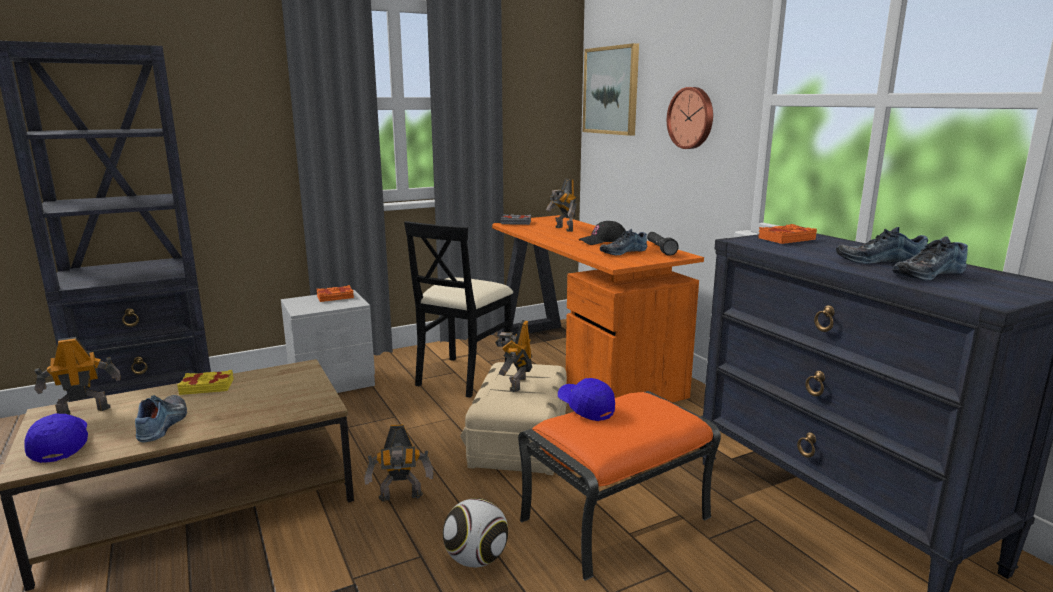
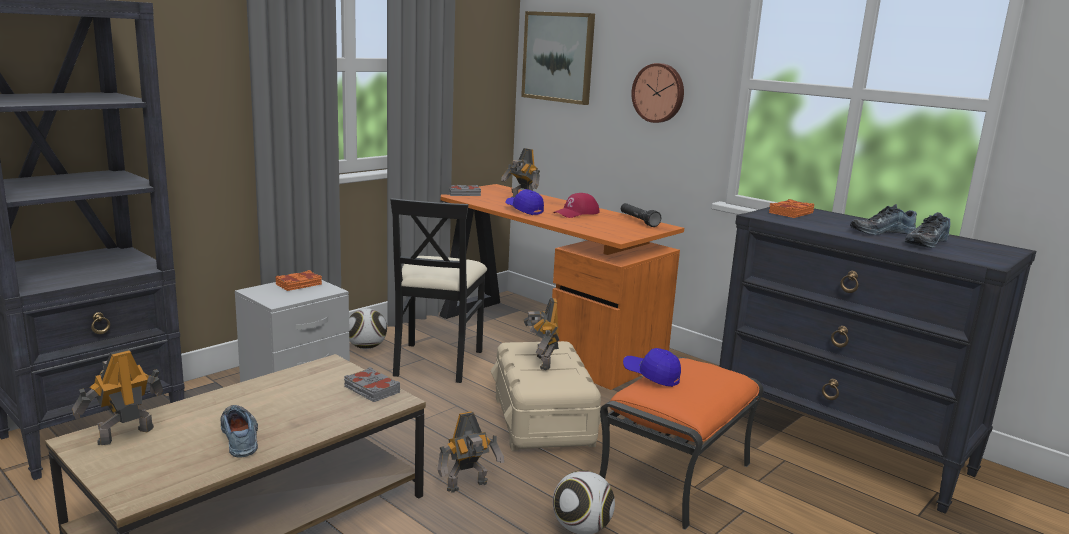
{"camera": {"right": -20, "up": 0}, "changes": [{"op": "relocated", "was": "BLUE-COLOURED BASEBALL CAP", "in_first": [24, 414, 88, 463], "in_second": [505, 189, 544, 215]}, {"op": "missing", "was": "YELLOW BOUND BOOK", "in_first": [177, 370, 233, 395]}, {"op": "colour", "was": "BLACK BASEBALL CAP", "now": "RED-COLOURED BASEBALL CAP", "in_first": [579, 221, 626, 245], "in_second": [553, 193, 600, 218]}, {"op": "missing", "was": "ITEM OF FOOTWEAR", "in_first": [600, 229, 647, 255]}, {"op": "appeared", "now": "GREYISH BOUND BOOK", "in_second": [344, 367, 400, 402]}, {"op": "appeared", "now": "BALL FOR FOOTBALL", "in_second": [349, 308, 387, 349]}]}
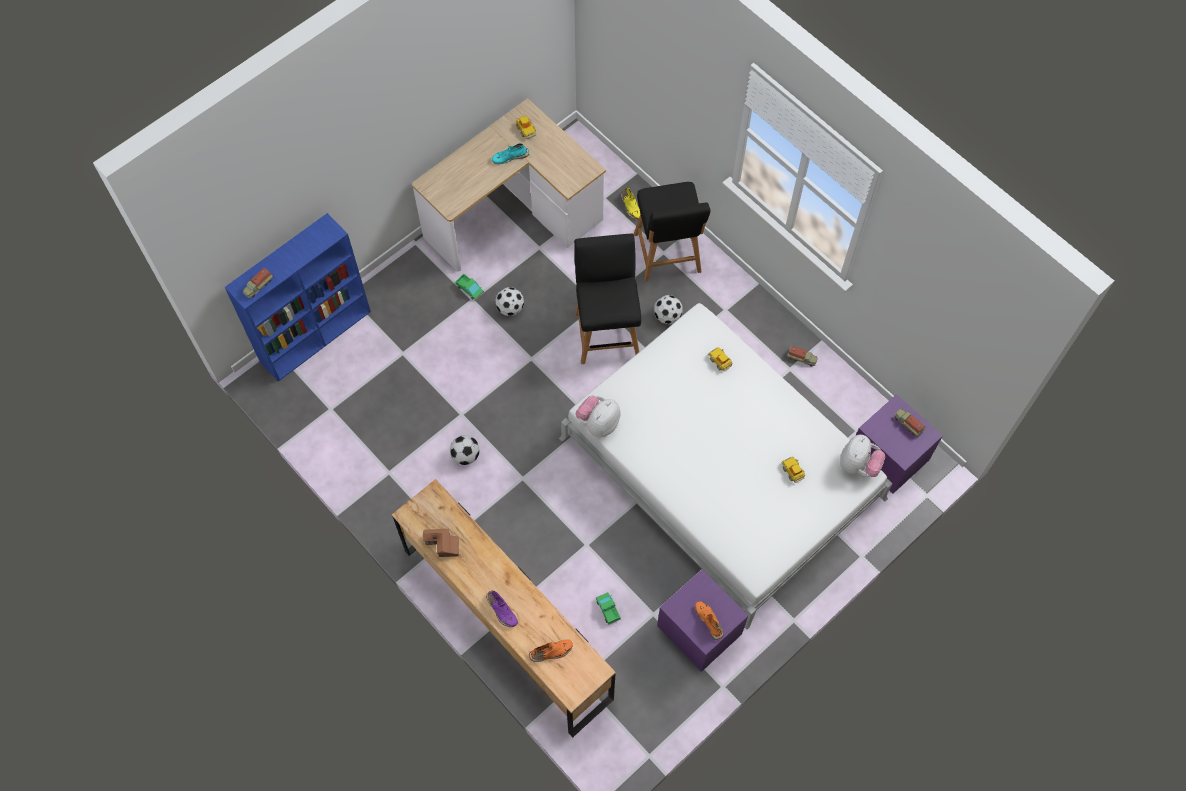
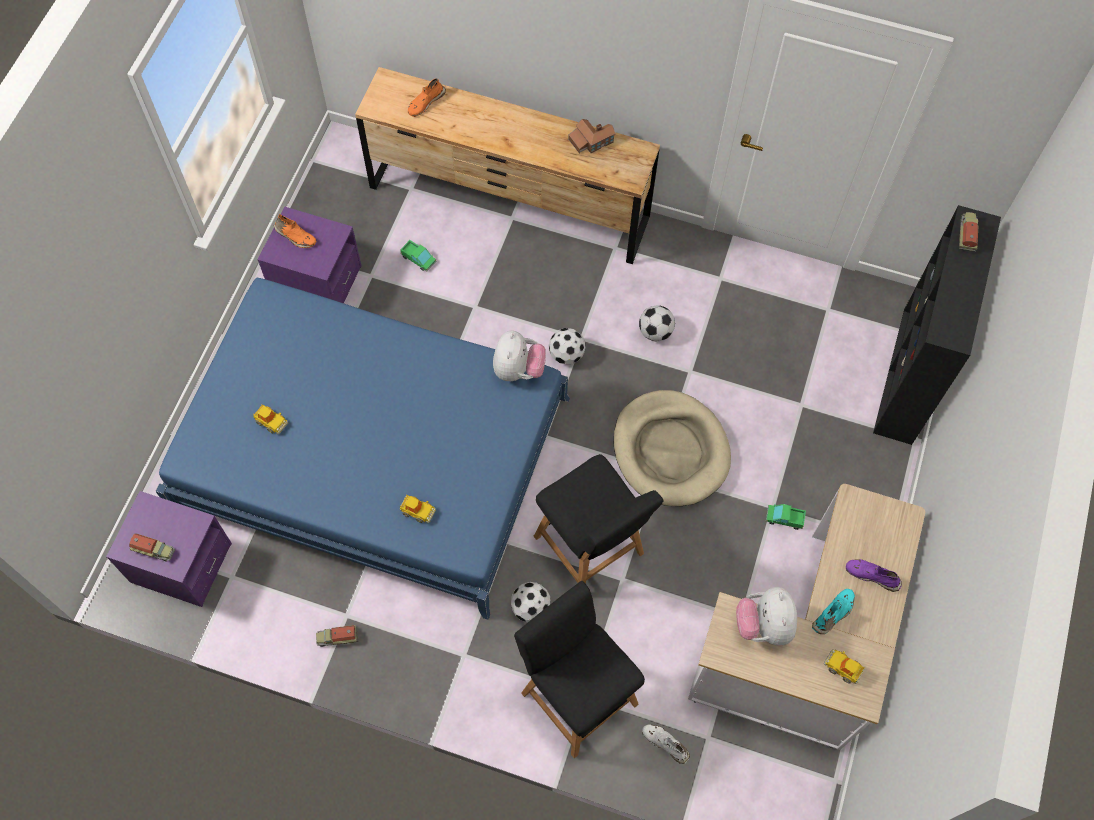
{"camera": {"right": 150, "up": 0}, "changes": [{"op": "colour", "was": "BLUE-COLOURED BOOKCASE", "now": "BLACK BOOKCASE", "in_first": [225, 213, 371, 382], "in_second": [873, 205, 1001, 445]}, {"op": "relocated", "was": "PURPLE-COLOURED ITEM OF FOOTWEAR", "in_first": [487, 590, 518, 627], "in_second": [846, 559, 902, 592]}, {"op": "relocated", "was": "BALL FOR FOOTBALL", "in_first": [495, 287, 524, 316], "in_second": [549, 328, 586, 364]}, {"op": "colour", "was": "WHITE-COLOURED BED", "now": "BLUE-COLOURED BED", "in_first": [559, 303, 893, 629], "in_second": [155, 278, 570, 620]}, {"op": "colour", "was": "YELLOW ITEM OF FOOTWEAR", "now": "WHITE-COLOURED ITEM OF FOOTWEAR", "in_first": [621, 187, 640, 219], "in_second": [642, 724, 690, 764]}, {"op": "relocated", "was": "PLUSH TOY", "in_first": [840, 435, 885, 477], "in_second": [736, 587, 797, 646]}, {"op": "appeared", "now": "SAND-COLOURED DOG CUSHION", "in_second": [614, 390, 731, 506]}]}
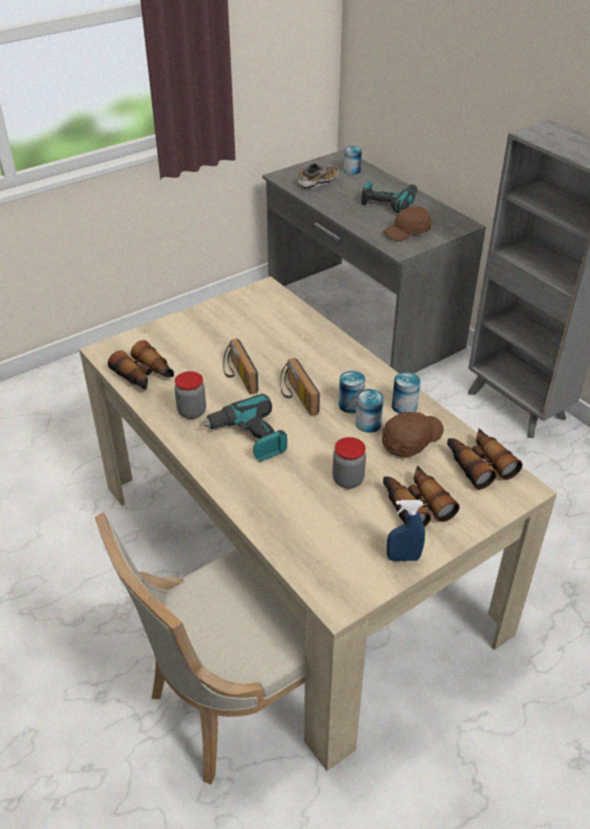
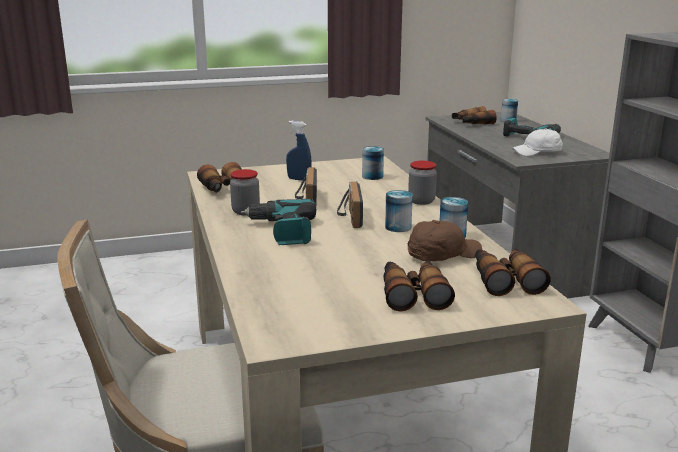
{"camera": {"right": 20, "up": -20}, "changes": [{"op": "exchanged", "was": "ITEM OF FOOTWEAR", "now": "PAIR OF BINOCULARS", "in_first": [298, 163, 339, 189], "in_second": [452, 106, 497, 124]}, {"op": "relocated", "was": "PRESERVE JAR", "in_first": [333, 437, 366, 489], "in_second": [408, 161, 437, 205]}, {"op": "relocated", "was": "SEALED CAN", "in_first": [355, 389, 384, 433], "in_second": [362, 146, 384, 180]}, {"op": "colour", "was": "BROWN-COLOURED BASEBALL CAP", "now": "WHITE-COLOURED BASEBALL CAP", "in_first": [383, 206, 432, 241], "in_second": [512, 128, 563, 156]}, {"op": "relocated", "was": "BLUE-COLOURED SPRAY BOTTLE", "in_first": [387, 500, 425, 561], "in_second": [286, 121, 312, 181]}]}
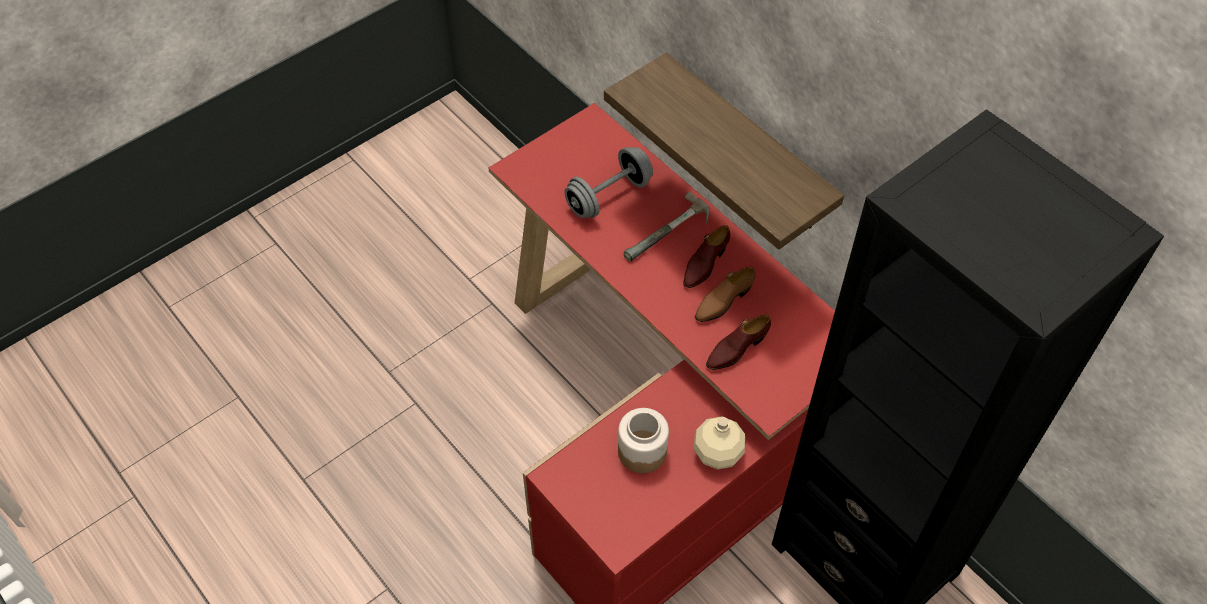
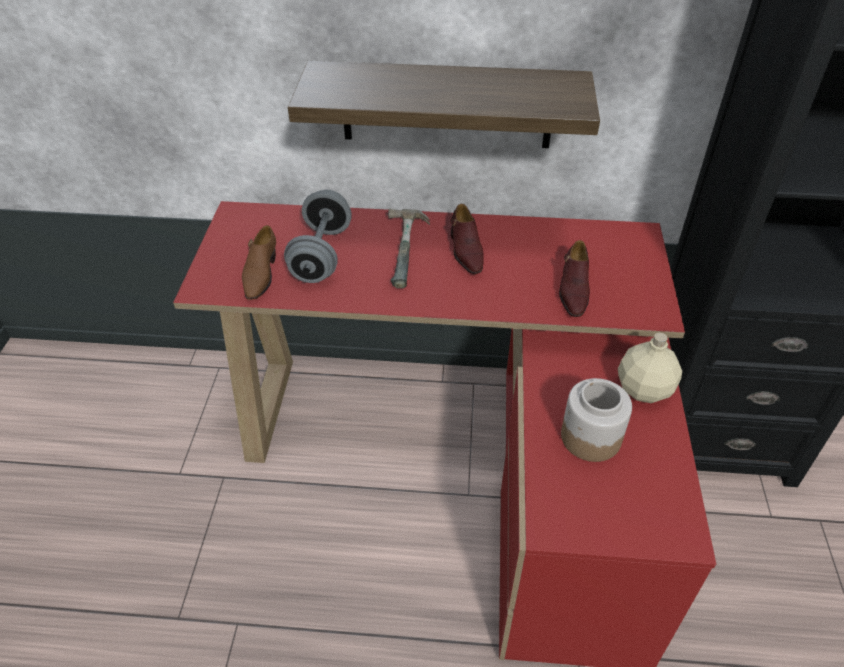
{"camera": {"right": -45, "up": -10}, "changes": [{"op": "relocated", "was": "BROWN-COLOURED ITEM OF FOOTWEAR", "in_first": [695, 267, 756, 322], "in_second": [242, 225, 276, 300]}]}
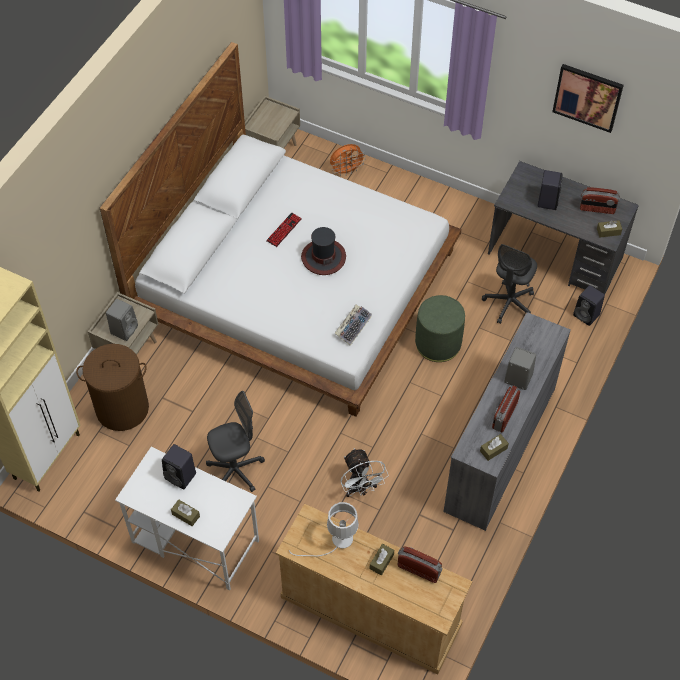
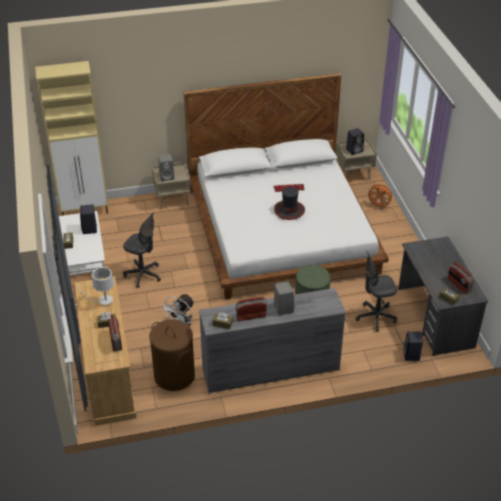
{"camera": {"right": 50, "up": -15}, "changes": [{"op": "relocated", "was": "BROWN-COLOURED WASHING BASKET", "in_first": [76, 344, 149, 431], "in_second": [149, 319, 195, 391]}, {"op": "missing", "was": "COMPUTER KEYBOARD", "in_first": [335, 304, 372, 346]}, {"op": "relocated", "was": "BLACK AUDIO SPEAKER", "in_first": [537, 170, 563, 210], "in_second": [346, 128, 364, 155]}, {"op": "missing", "was": "PICTURE", "in_first": [552, 64, 624, 133]}]}
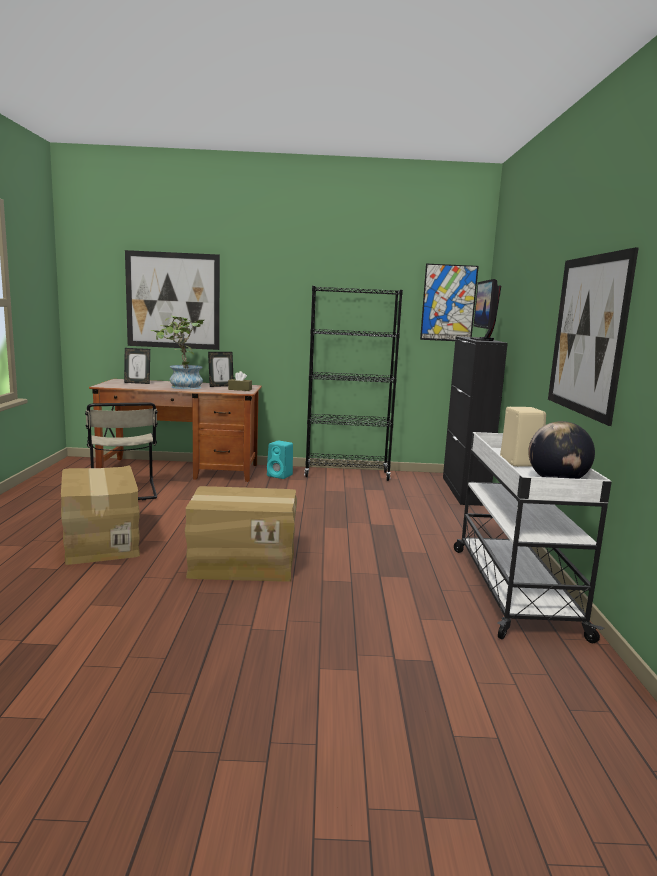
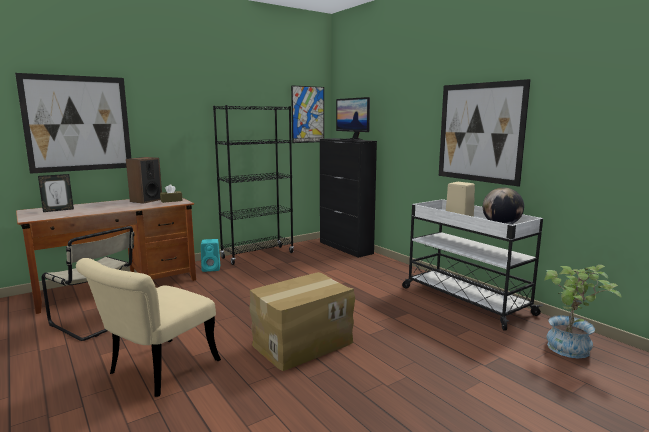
{"camera": {"right": -35, "up": 0}, "changes": [{"op": "exchanged", "was": "PACKING BOX", "now": "SAND-COLOURED CHAIR", "in_first": [61, 465, 140, 565], "in_second": [76, 258, 221, 397]}, {"op": "relocated", "was": "POTTED PLANT", "in_first": [151, 316, 204, 389], "in_second": [544, 265, 622, 358]}, {"op": "exchanged", "was": "STANDING FRAME", "now": "AUDIO SPEAKER", "in_first": [208, 352, 234, 387], "in_second": [126, 157, 162, 204]}]}
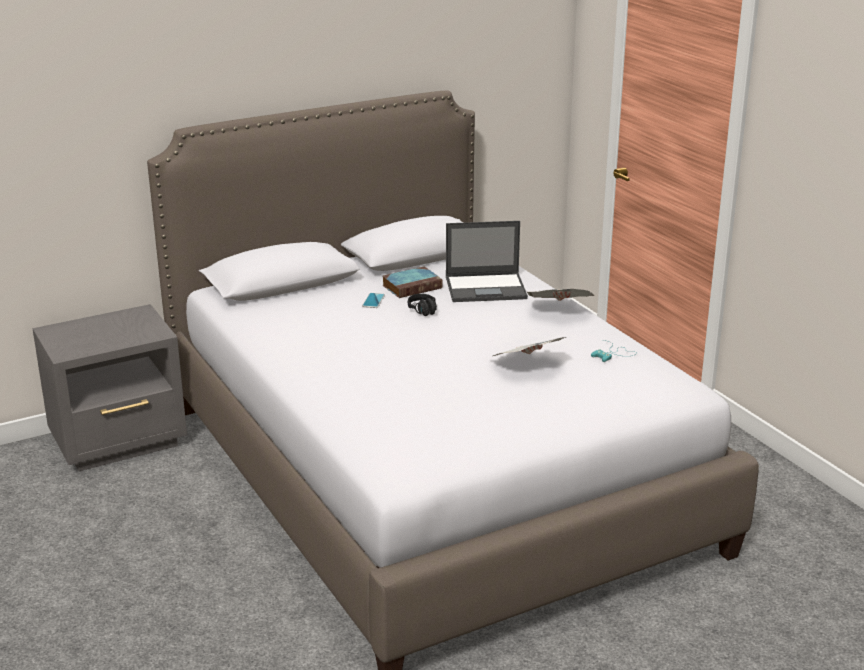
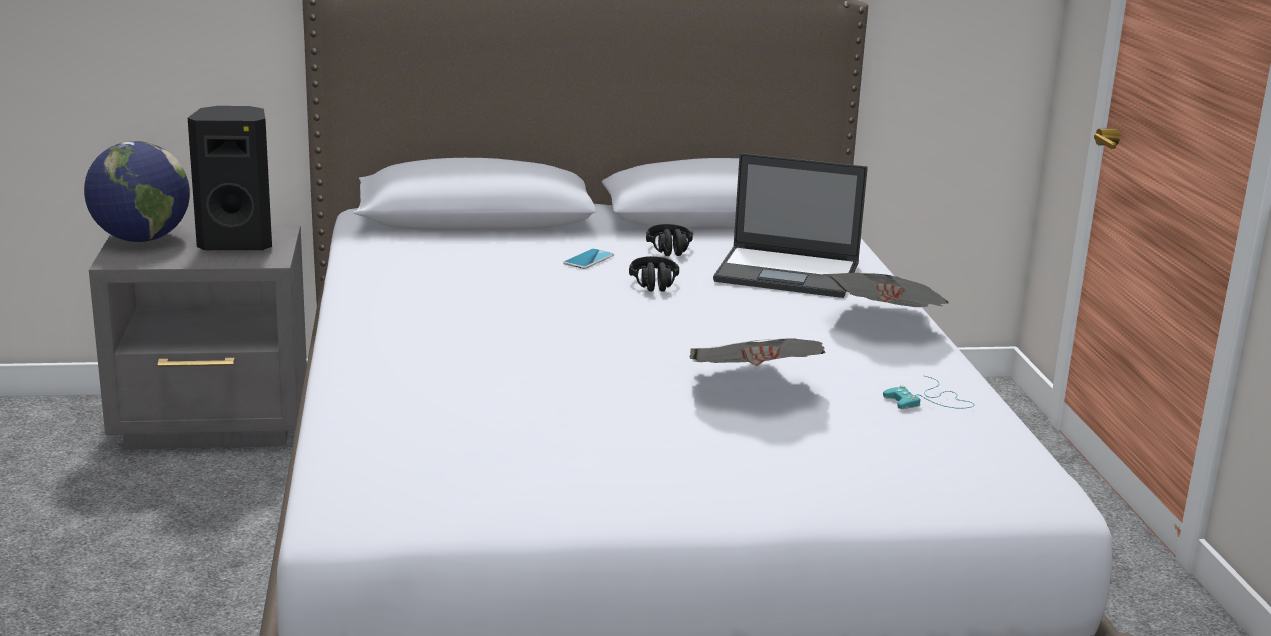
{"camera": {"right": 20, "up": -5}, "changes": [{"op": "exchanged", "was": "BOUND BOOK", "now": "BLACK HEADPHONES", "in_first": [382, 266, 443, 298], "in_second": [646, 224, 693, 256]}, {"op": "appeared", "now": "DESK GLOBE", "in_second": [84, 141, 190, 242]}, {"op": "appeared", "now": "BLACK AUDIO SPEAKER", "in_second": [188, 106, 272, 251]}]}
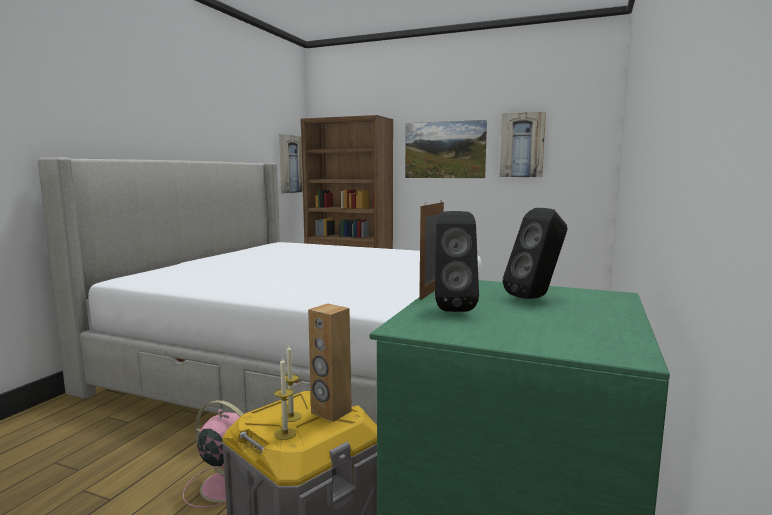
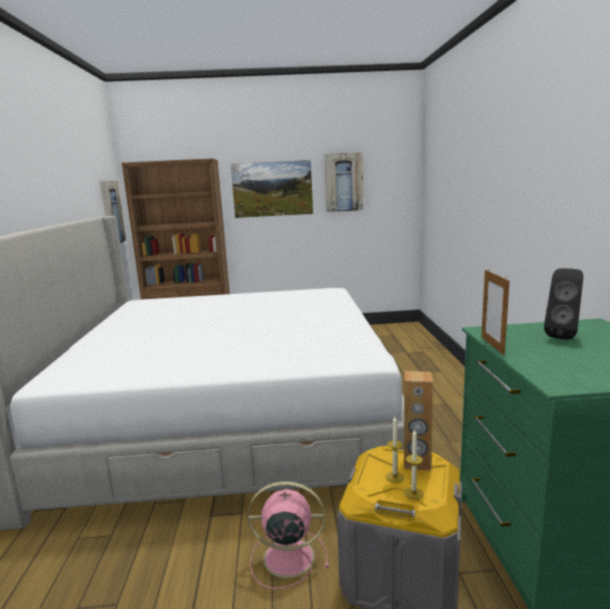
{"camera": {"right": -25, "up": 5}, "changes": [{"op": "missing", "was": "BLACK AUDIO SPEAKER", "in_first": [435, 211, 479, 312]}]}
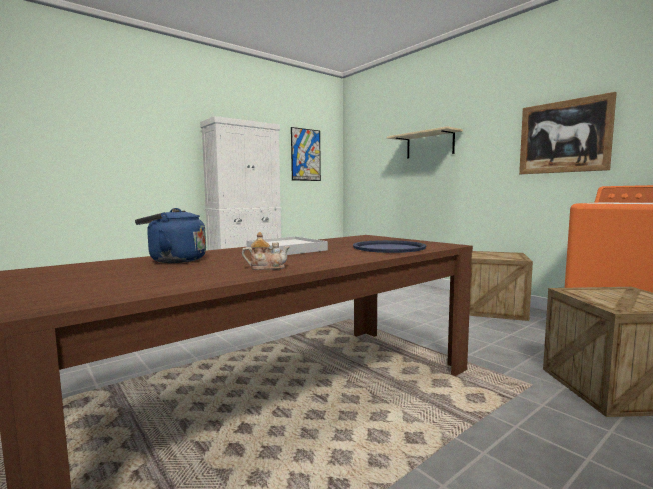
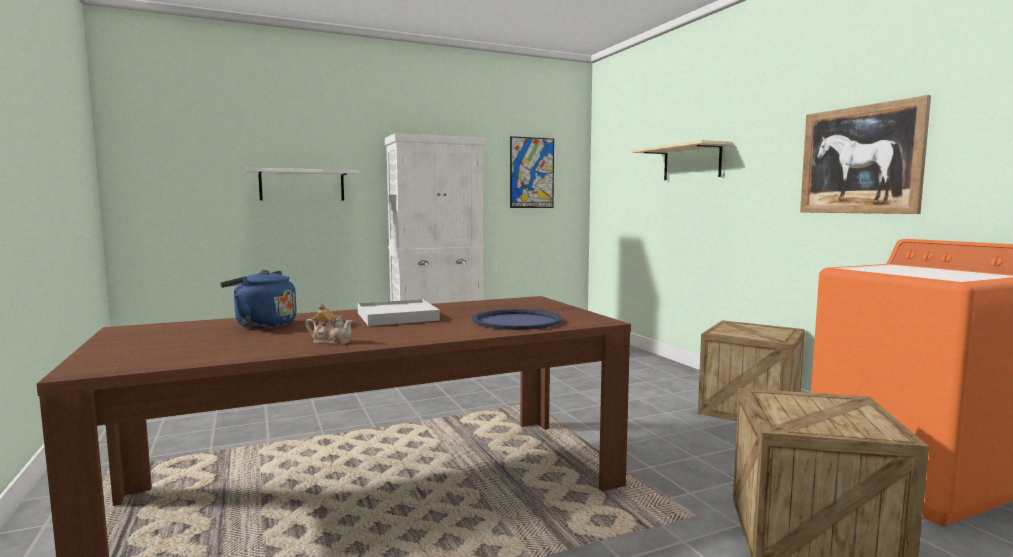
{"camera": {"right": 15, "up": 0}, "changes": [{"op": "appeared", "now": "WHITE-COLOURED SHELF", "in_second": [246, 167, 359, 201]}]}
